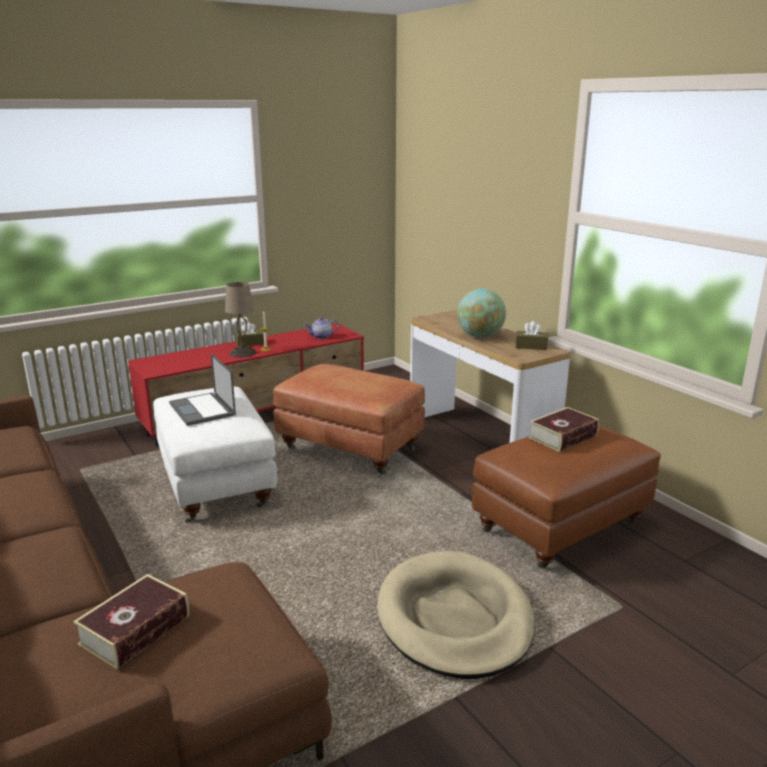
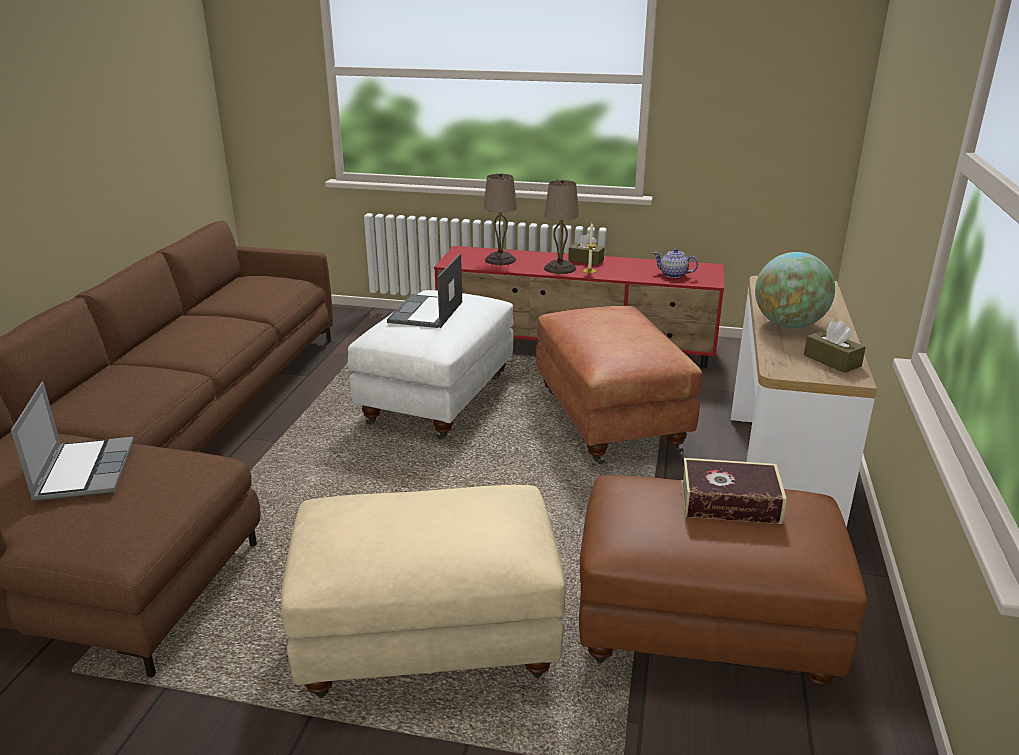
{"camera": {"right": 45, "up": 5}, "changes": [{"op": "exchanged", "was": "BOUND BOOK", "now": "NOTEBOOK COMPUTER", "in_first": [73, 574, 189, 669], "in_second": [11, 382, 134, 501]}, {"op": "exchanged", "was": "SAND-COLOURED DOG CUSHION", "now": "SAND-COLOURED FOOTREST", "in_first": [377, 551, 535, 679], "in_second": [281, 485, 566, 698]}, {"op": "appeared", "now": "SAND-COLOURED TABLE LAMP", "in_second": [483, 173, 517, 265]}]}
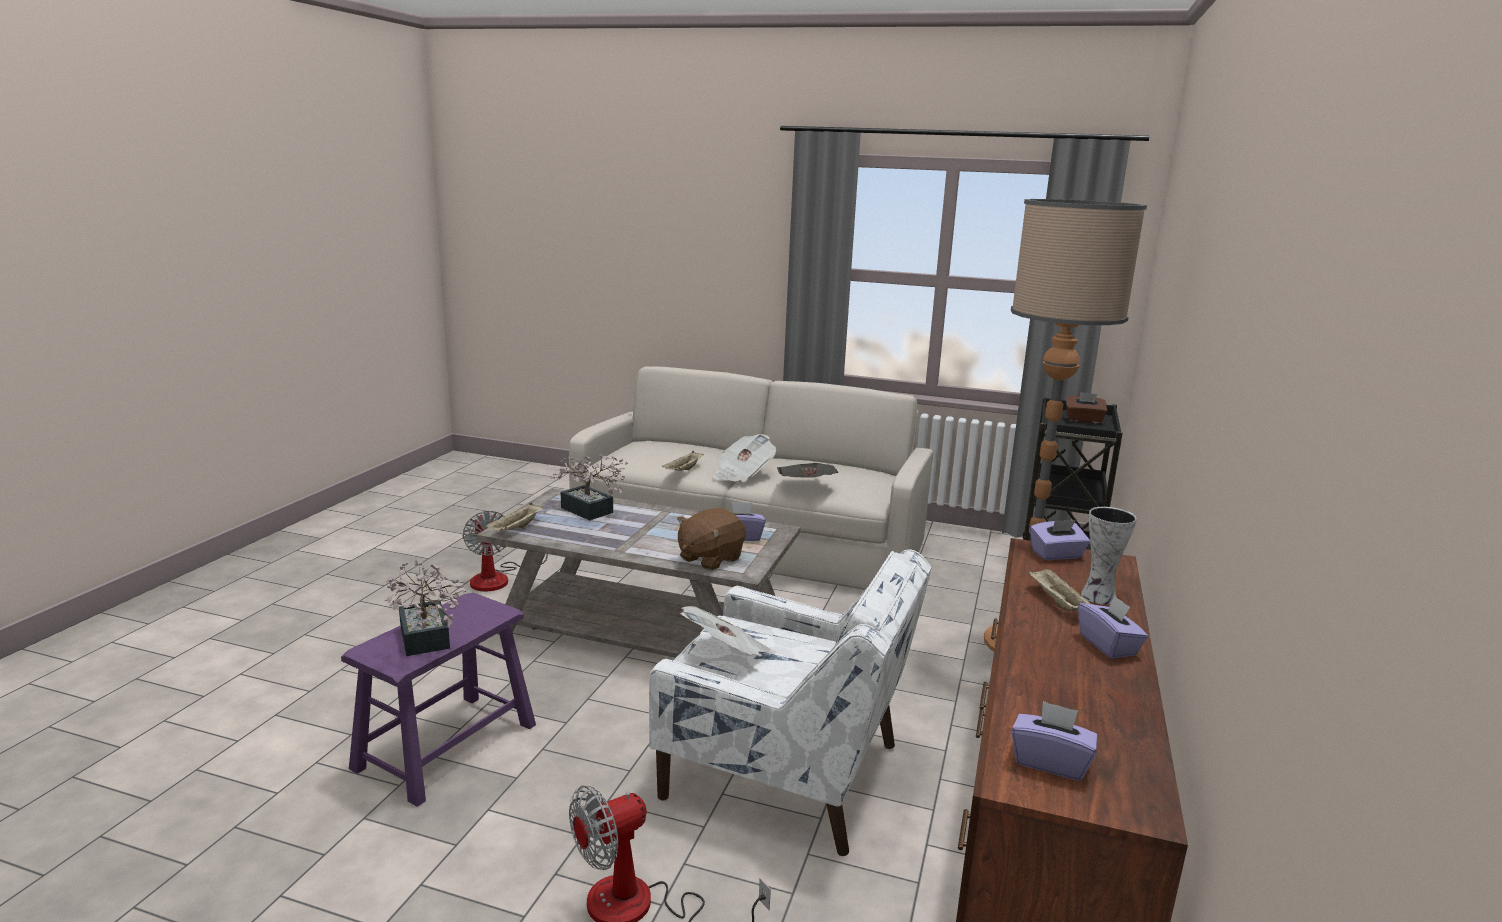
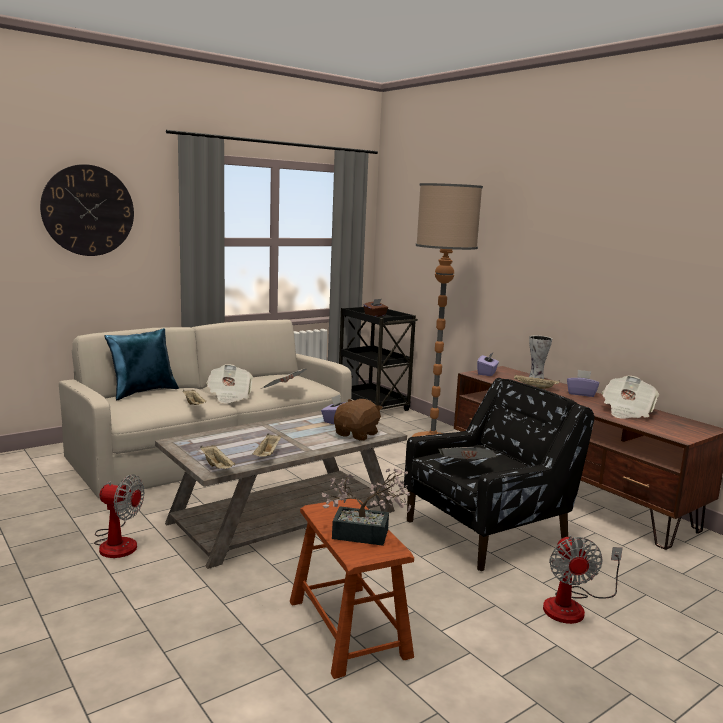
{"camera": {"right": -55, "up": -5}, "changes": [{"op": "colour", "was": "PURPLE-COLOURED SITTING STOOL", "now": "BROWN-COLOURED SITTING STOOL", "in_first": [341, 593, 536, 806], "in_second": [290, 499, 414, 679]}, {"op": "missing", "was": "POTTED PLANT", "in_first": [551, 454, 628, 521]}, {"op": "colour", "was": "WHITE-COLOURED LOUNGE CHAIR", "now": "BLACK LOUNGE CHAIR", "in_first": [649, 549, 932, 856], "in_second": [404, 378, 595, 571]}, {"op": "spun", "was": "BROWN-COLOURED PLUSH TOY", "in_first": [677, 508, 746, 570], "in_second": [334, 399, 383, 441], "clockwise": -135}, {"op": "missing", "was": "PURPLE-COLOURED TISSUE HOLDER", "in_first": [1011, 701, 1097, 781]}, {"op": "appeared", "now": "HANGING CLOCK", "in_second": [40, 164, 134, 256]}, {"op": "appeared", "now": "BLUE-COLOURED PILLOW", "in_second": [104, 328, 179, 400]}, {"op": "appeared", "now": "SAND-COLOURED CARRYING TRAY", "in_second": [253, 433, 281, 457]}, {"op": "appeared", "now": "NEWSPAPER", "in_second": [602, 375, 659, 419]}]}
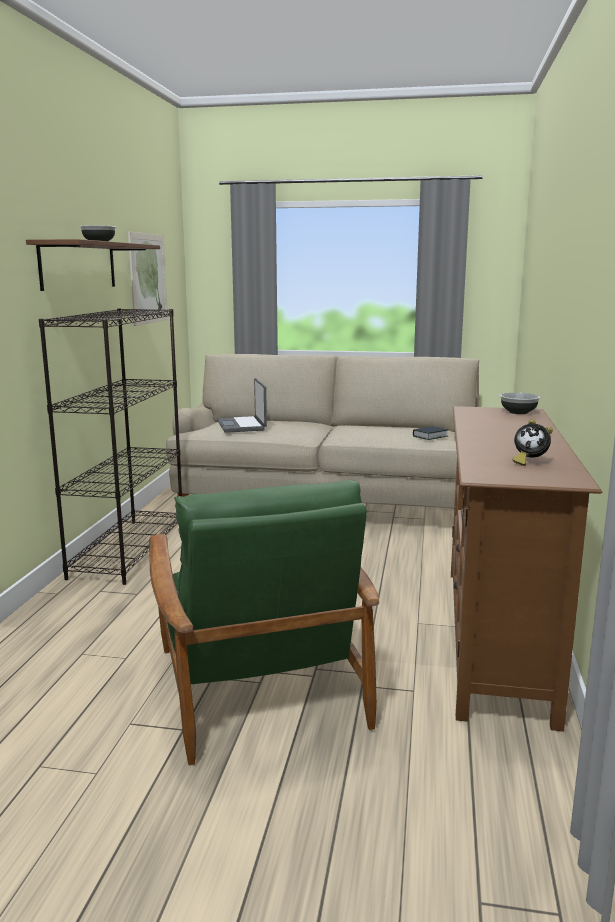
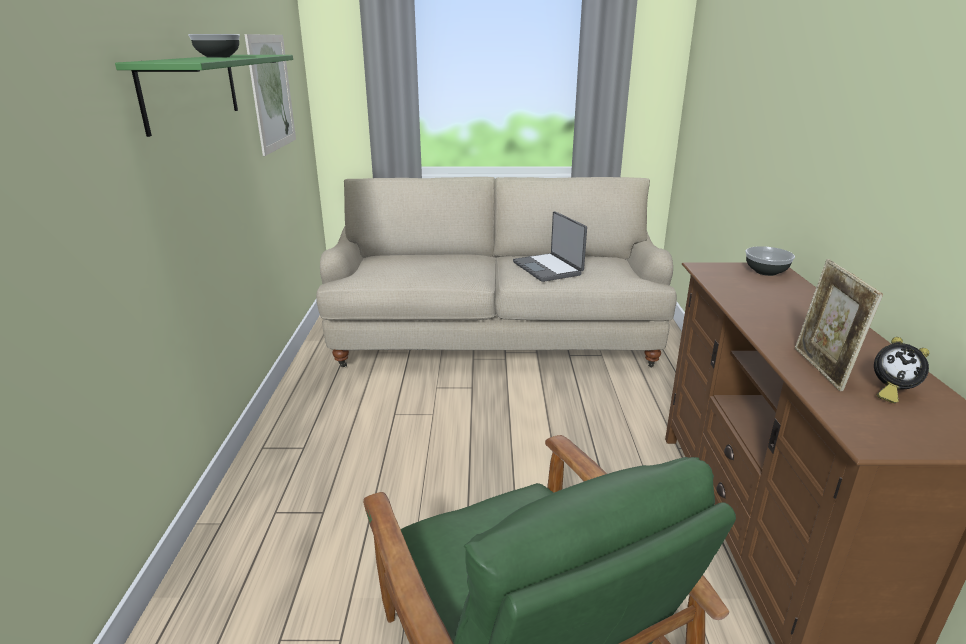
{"camera": {"right": -10, "up": 10}, "changes": [{"op": "colour", "was": "BROWN-COLOURED SHELF", "now": "GREENISH SHELF", "in_first": [26, 239, 160, 291], "in_second": [115, 55, 293, 137]}, {"op": "missing", "was": "BLACK BOOKCASE", "in_first": [39, 309, 182, 585]}, {"op": "relocated", "was": "NOTEBOOK COMPUTER", "in_first": [217, 378, 267, 433], "in_second": [513, 211, 587, 282]}, {"op": "missing", "was": "BOUND BOOK", "in_first": [413, 426, 448, 440]}, {"op": "appeared", "now": "STANDING FRAME", "in_second": [795, 259, 883, 391]}]}
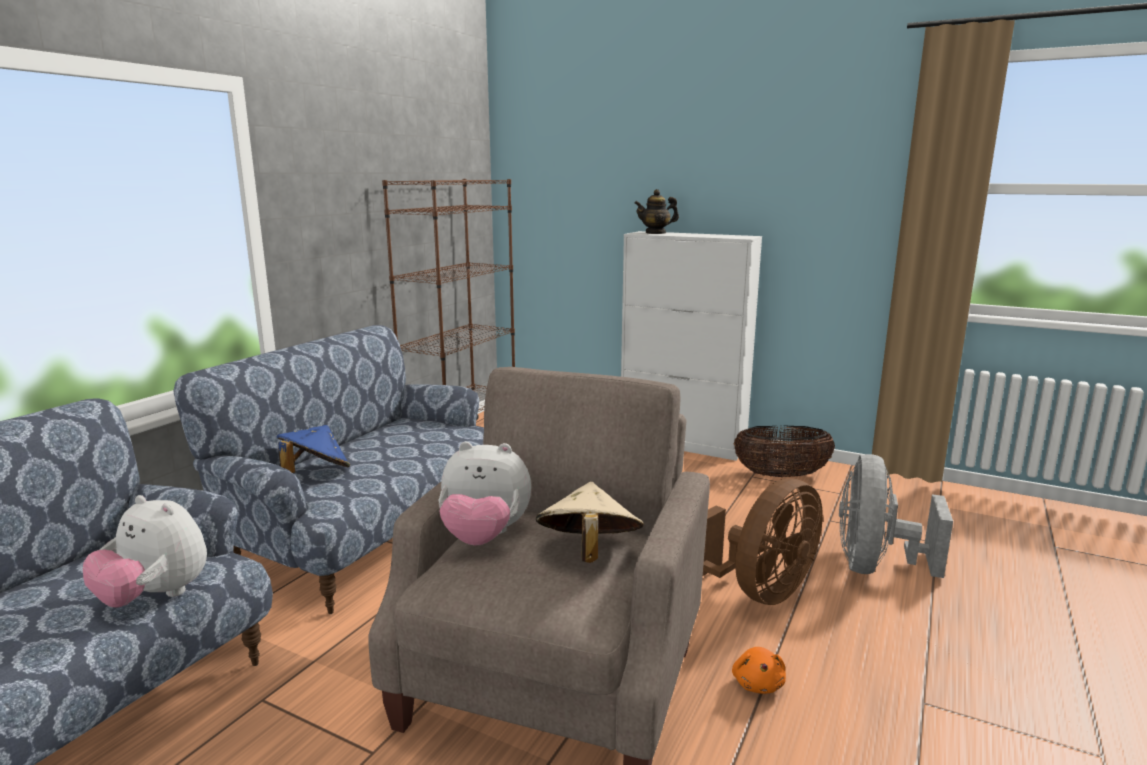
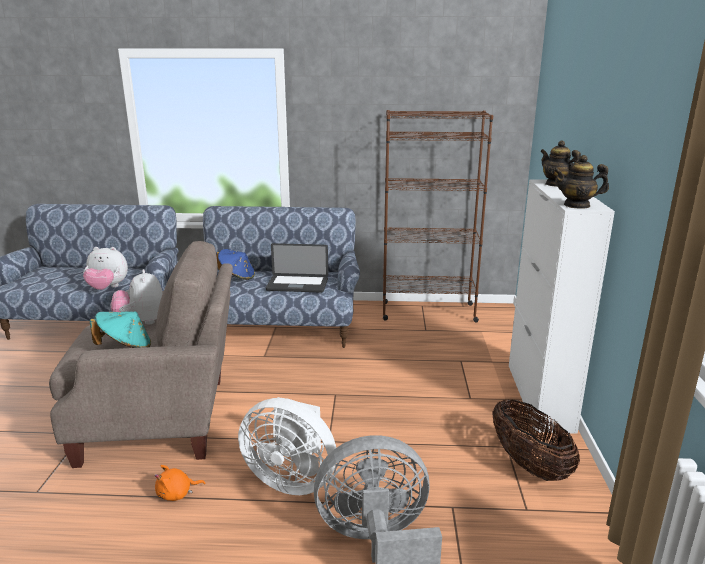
{"camera": {"right": 65, "up": 5}, "changes": [{"op": "spun", "was": "PLUSH TOY", "in_first": [83, 495, 207, 608], "in_second": [83, 247, 128, 290], "clockwise": -90}, {"op": "colour", "was": "SAND-COLOURED CLOTHING HAT", "now": "TURQUOISE-COLOURED CLOTHING HAT", "in_first": [536, 482, 644, 563], "in_second": [90, 311, 151, 348]}, {"op": "colour", "was": "BROWN-COLOURED COOLING FAN", "now": "WHITE-COLOURED COOLING FAN", "in_first": [703, 478, 823, 605], "in_second": [238, 397, 336, 495]}, {"op": "appeared", "now": "NOTEBOOK COMPUTER", "in_second": [266, 243, 328, 293]}, {"op": "appeared", "now": "POT FOR TEA", "in_second": [553, 155, 609, 209]}]}
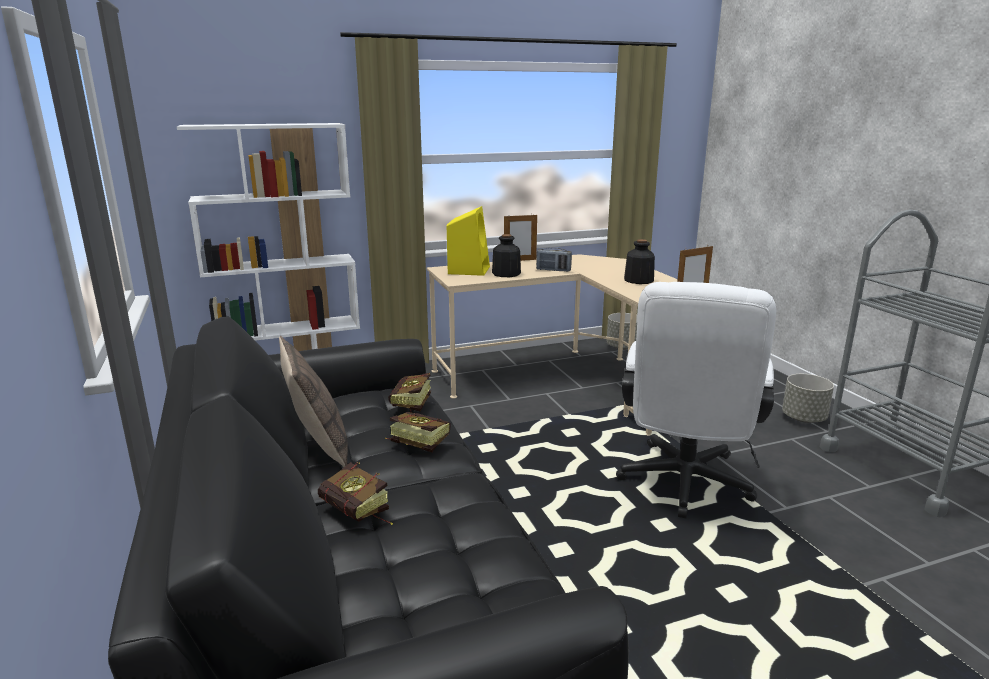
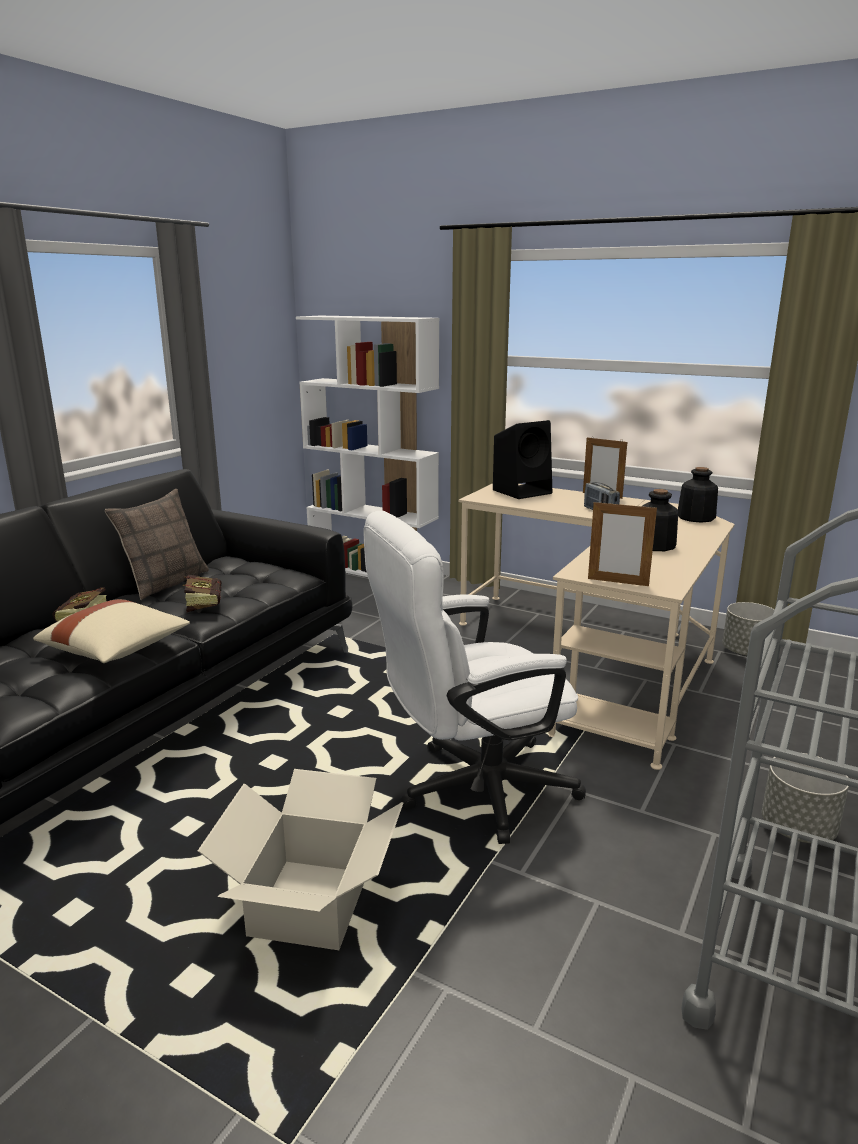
{"camera": {"right": 50, "up": 0}, "changes": [{"op": "missing", "was": "BOUND BOOK", "in_first": [388, 373, 431, 413]}, {"op": "colour", "was": "YELLOW AUDIO SPEAKER", "now": "BLACK AUDIO SPEAKER", "in_first": [447, 206, 490, 276], "in_second": [493, 420, 552, 499]}, {"op": "relocated", "was": "DRINK BOTTLE", "in_first": [492, 234, 521, 277], "in_second": [678, 467, 718, 523]}, {"op": "appeared", "now": "SAND-COLOURED PILLOW", "in_second": [33, 599, 190, 663]}, {"op": "appeared", "now": "PACKING BOX", "in_second": [198, 769, 404, 950]}]}
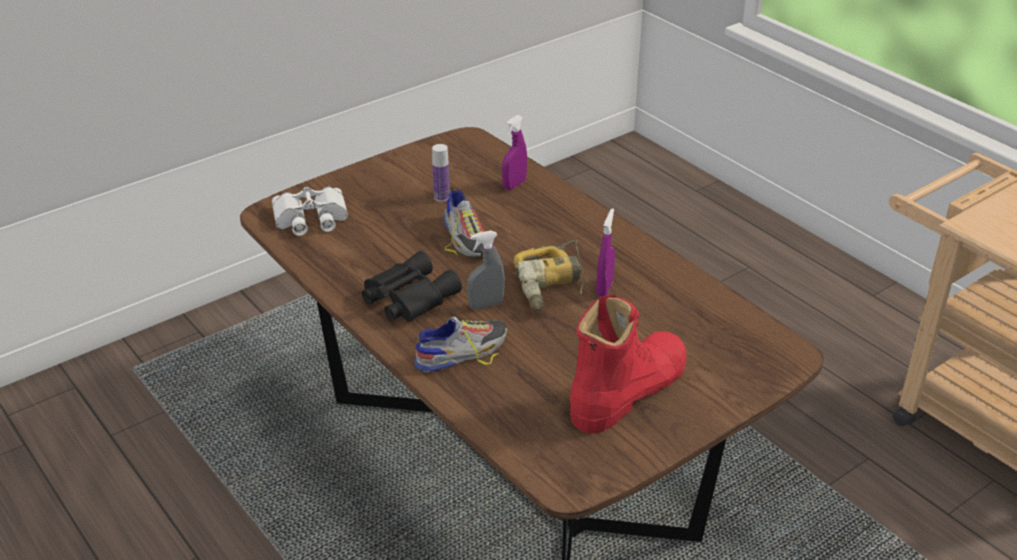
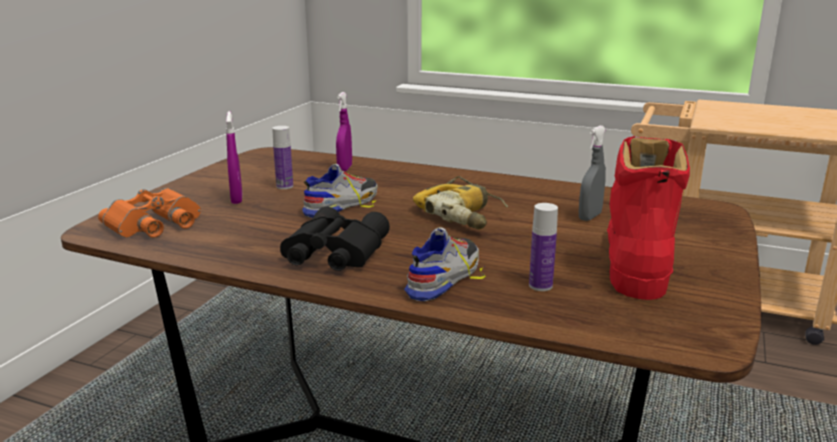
{"camera": {"right": -30, "up": -15}, "changes": [{"op": "colour", "was": "WHITE-COLOURED PAIR OF BINOCULARS", "now": "ORANGE-COLOURED PAIR OF BINOCULARS", "in_first": [272, 187, 348, 236], "in_second": [98, 188, 201, 238]}, {"op": "spun", "was": "ITEM OF FOOTWEAR", "in_first": [443, 187, 486, 257], "in_second": [302, 164, 377, 218], "clockwise": -90}, {"op": "relocated", "was": "GREYISH SPRAY BOTTLE", "in_first": [467, 231, 505, 310], "in_second": [579, 126, 606, 221]}, {"op": "relocated", "was": "PURPLE-COLOURED SPRAY BOTTLE", "in_first": [596, 208, 615, 297], "in_second": [226, 111, 242, 204]}, {"op": "appeared", "now": "DRINK BOTTLE", "in_second": [529, 203, 558, 291]}]}
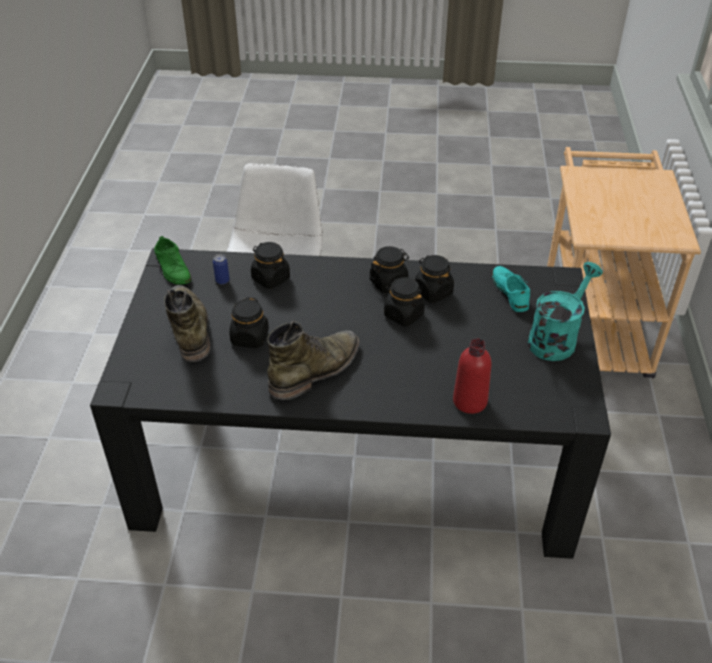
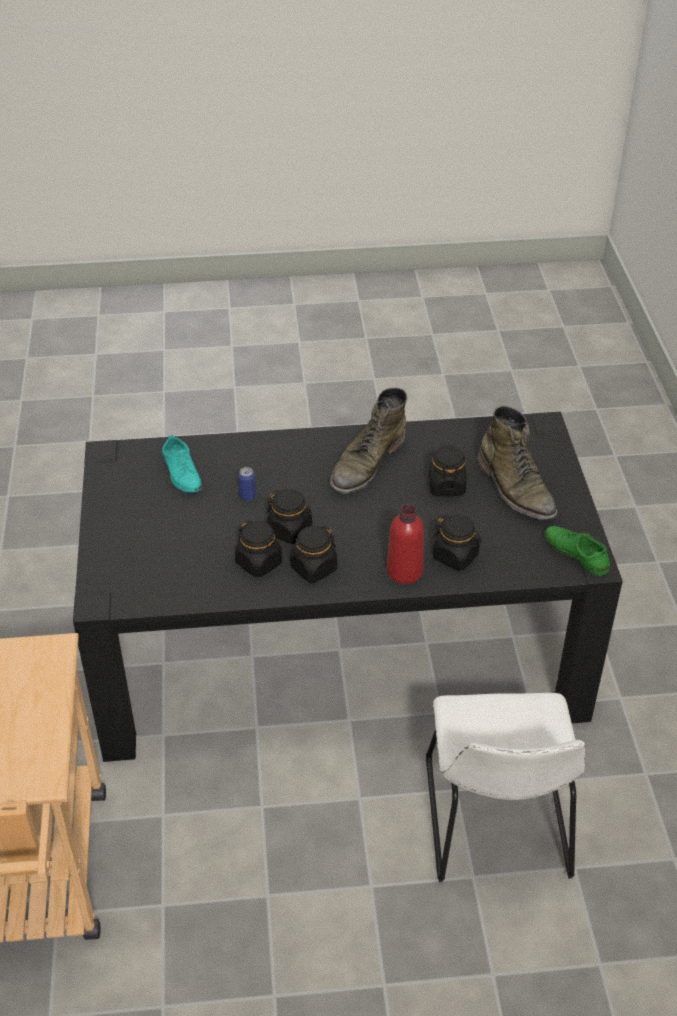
{"camera": {"right": 170, "up": 0}, "changes": [{"op": "relocated", "was": "SEALED CAN", "in_first": [213, 254, 230, 284], "in_second": [238, 467, 256, 501]}, {"op": "relocated", "was": "RED-COLOURED DRINK BOTTLE", "in_first": [453, 338, 492, 414], "in_second": [387, 505, 424, 584]}, {"op": "relocated", "was": "TURQUOISE-COLOURED ITEM OF FOOTWEAR", "in_first": [492, 266, 530, 312], "in_second": [162, 435, 202, 493]}, {"op": "missing", "was": "TURQUOISE-COLOURED WATERING CAN", "in_first": [528, 262, 603, 361]}]}
